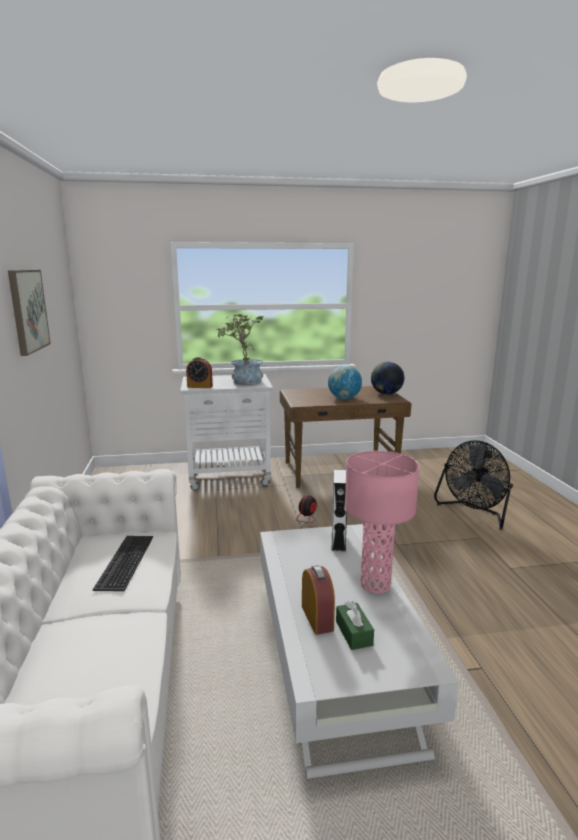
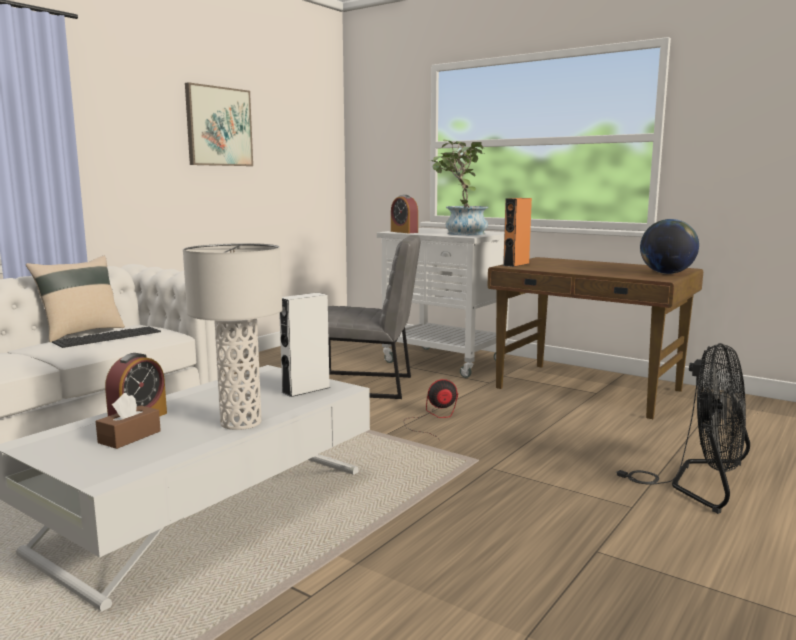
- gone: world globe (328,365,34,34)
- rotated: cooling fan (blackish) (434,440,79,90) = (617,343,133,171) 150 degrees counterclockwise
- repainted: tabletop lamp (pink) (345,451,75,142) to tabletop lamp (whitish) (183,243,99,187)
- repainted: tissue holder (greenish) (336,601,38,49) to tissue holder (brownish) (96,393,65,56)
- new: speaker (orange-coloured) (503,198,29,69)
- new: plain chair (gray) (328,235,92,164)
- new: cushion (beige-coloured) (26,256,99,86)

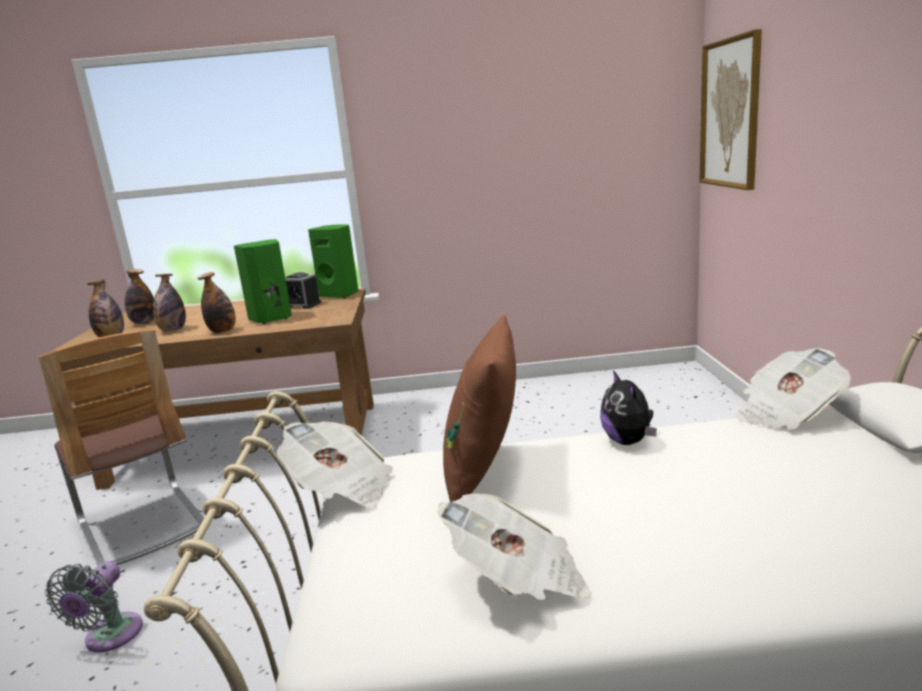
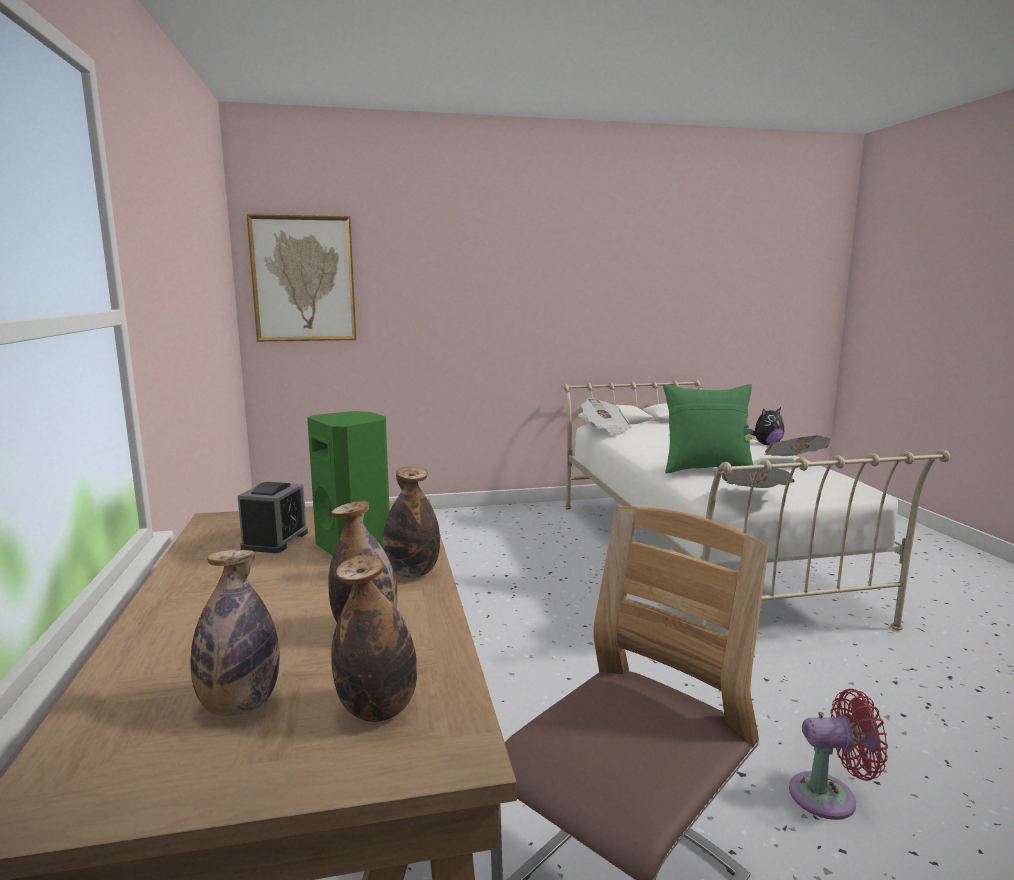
- gone: speaker (greenish) (308,224,50,74)
- repainted: cushion (brownish) (443,315,73,187) to cushion (greenish) (663,384,91,89)
- shifted: cuddly toy (600,370,57,75) to (752,407,32,38)
- repainted: cooling fan (gray) (45,561,98,92) to cooling fan (red) (789,689,99,131)

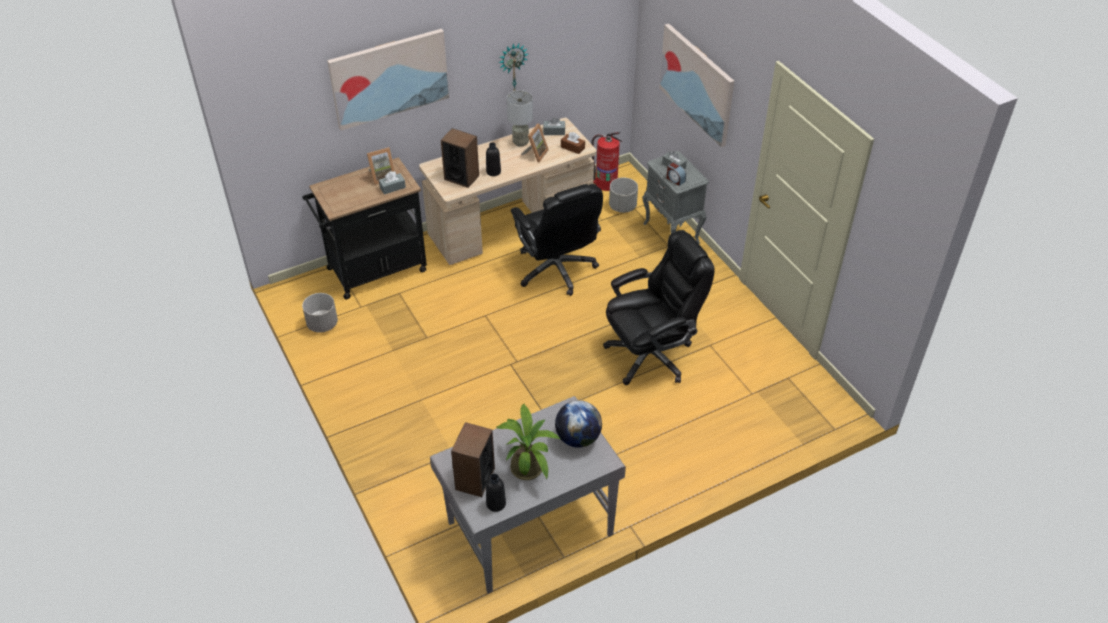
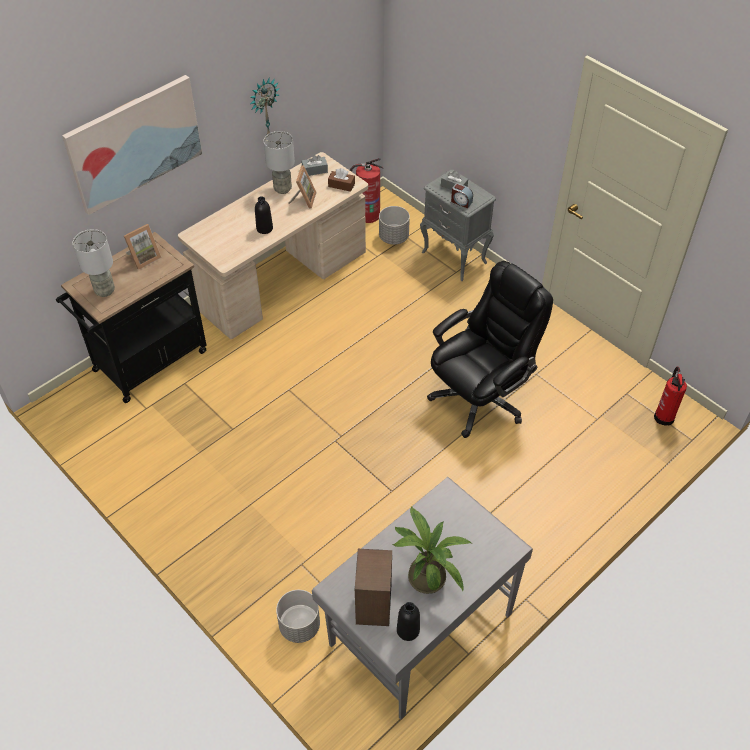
- gone: picture (659,24,75,123)
- gone: speaker (441,128,38,60)
- gone: tissue holder (gray) (379,171,27,24)
- gone: computer chair (blackish) (511,184,92,112)
- shifted: flower pot (gray) (302,293,36,40) to (276,590,44,53)
- gone: world globe (555,400,47,48)
- new: tabletop lamp (gray) (73,229,42,68)
- new: fire-fighting cylinder (654,367,33,59)

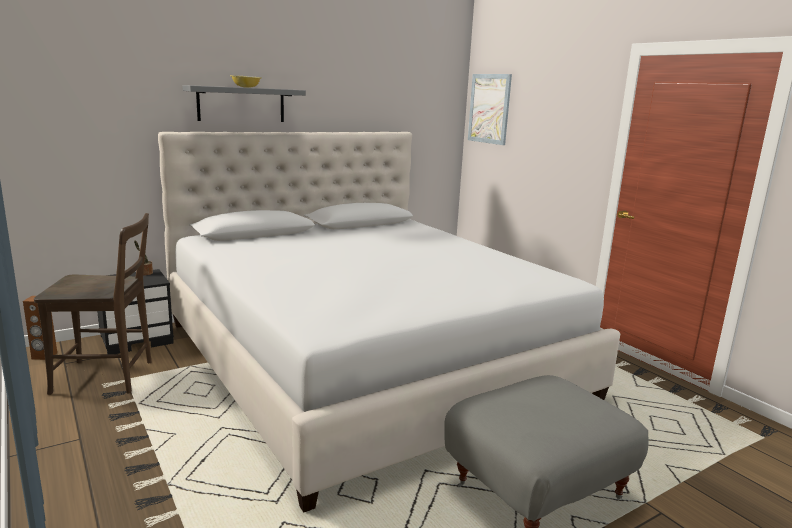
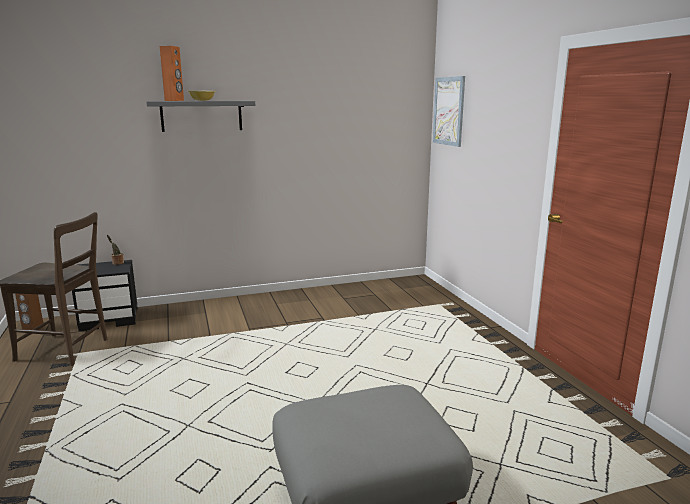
- gone: bed (whitish) (158,132,462,380)
- new: speaker (orange-coloured) (160,46,24,55)

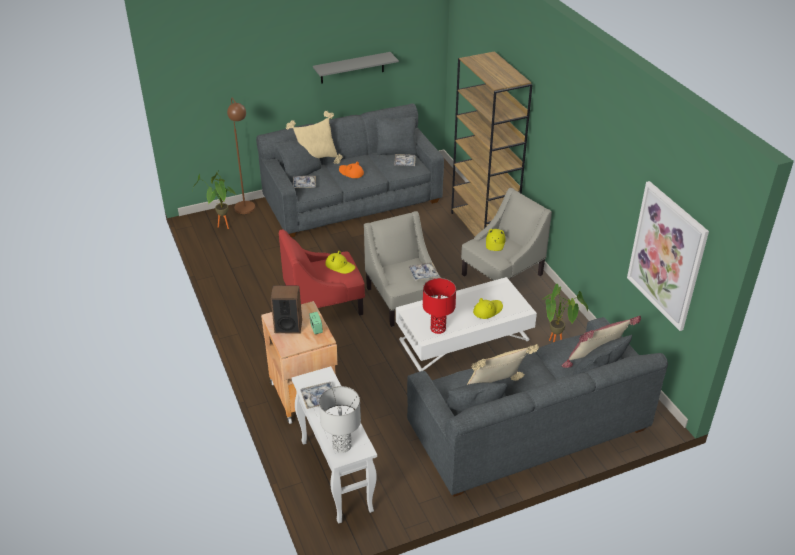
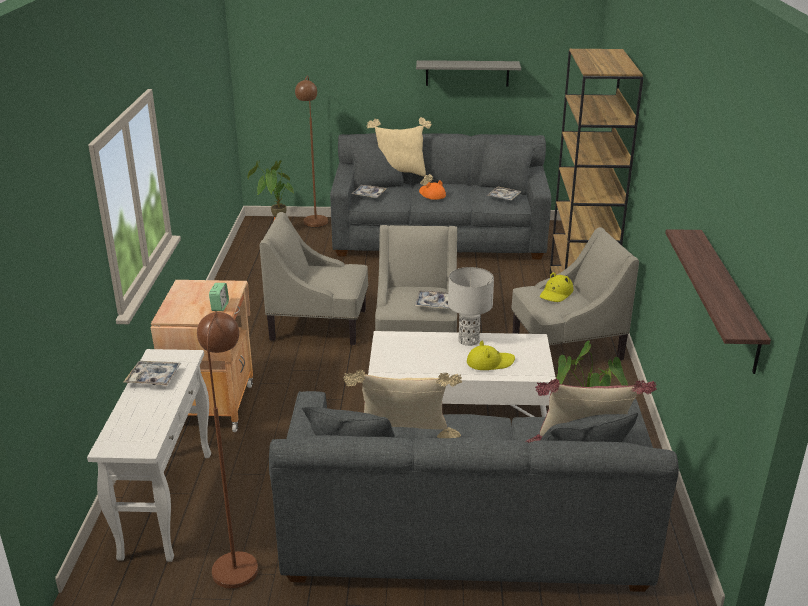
- swapped: picture (627,181,82,150) to shelf (665,229,106,145)
- repainted: armchair (red) (279,229,86,87) to armchair (gray) (260,212,109,133)
- gone: wearable hat (yellow-coloured) (325,251,30,23)
- gone: tabletop lamp (red) (423,278,33,56)
- gone: speaker (271,285,31,49)
- shifted: tabletop lamp (whitish) (319,386,42,67) to (448,267,46,79)
- new: standard lamp (brownish) (197,311,61,278)

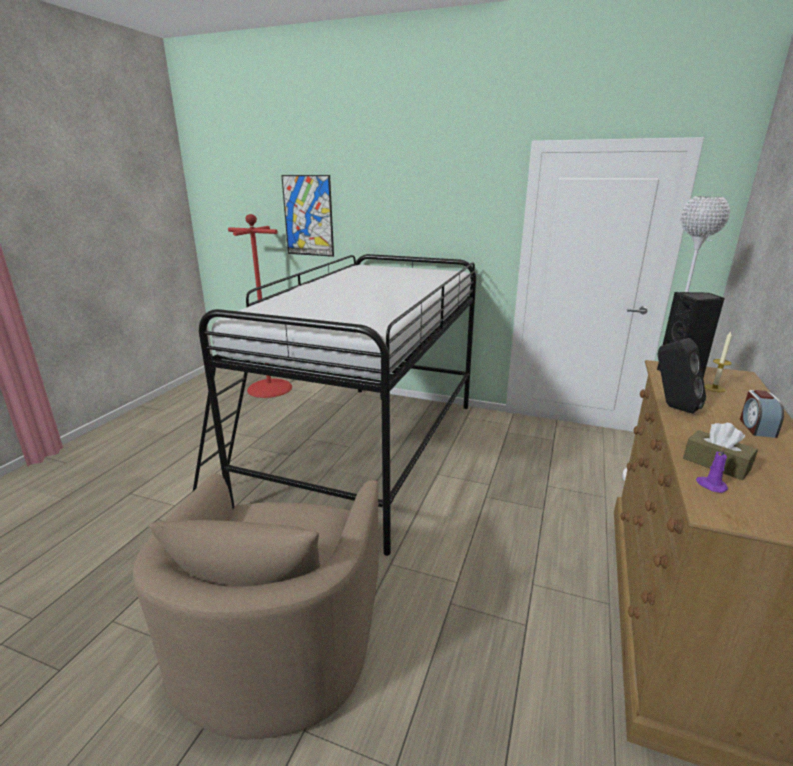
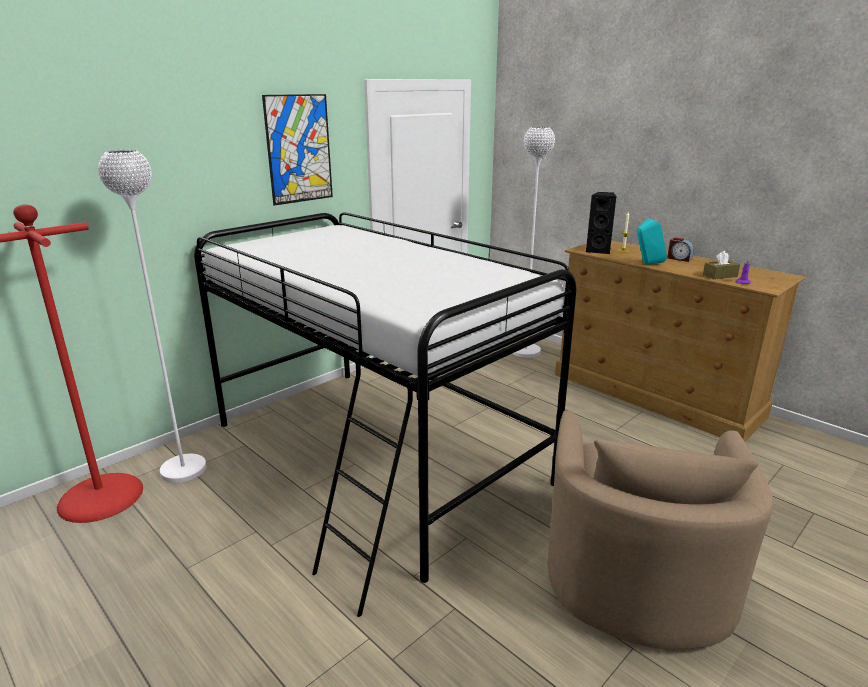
- shifted: picture (281,175,53,82) to (262,94,71,112)
- repainted: speaker (blackish) (658,338,48,76) to speaker (turquoise) (637,218,30,47)
- rotated: armchair (beige-coloured) (133,474,246,265) = (548,411,225,238) 75 degrees clockwise
- new: standard lamp (whitish) (98,150,108,333)

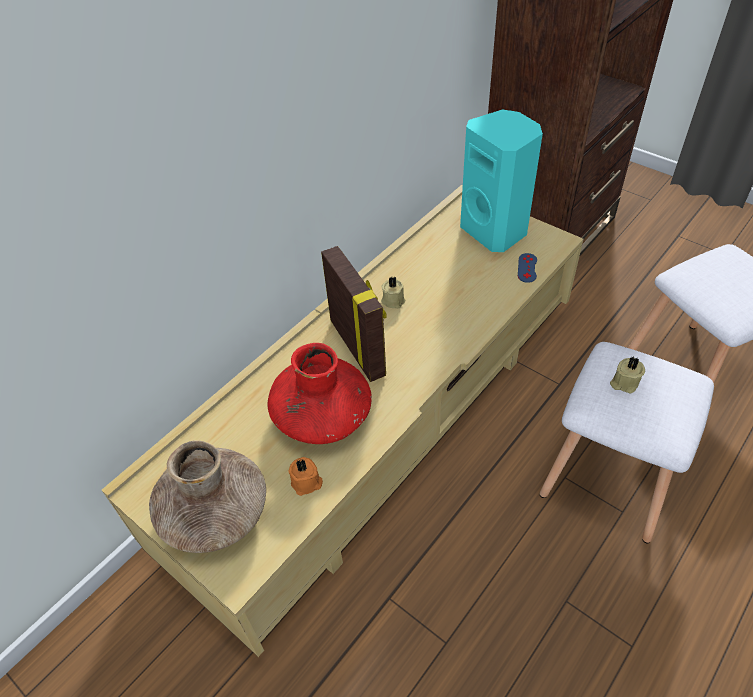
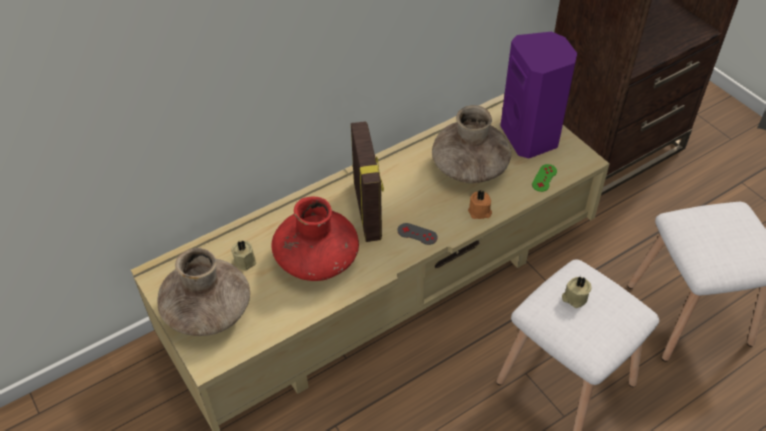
- repainted: speaker (turquoise) (460,109,83,143) to speaker (purplish) (500,31,77,128)
- repainted: game controller (blue) (518,253,19,30) to game controller (greenish) (532,164,25,28)
- shifted: wax light (beige-coloured) (381,276,24,33) to (231,240,25,31)
- shifted: wax light (orange-coloured) (288,457,35,39) to (468,190,24,29)
- new: decorative vase (brownish) (432,105,79,78)
- new: game controller (gray) (397,223,40,22)

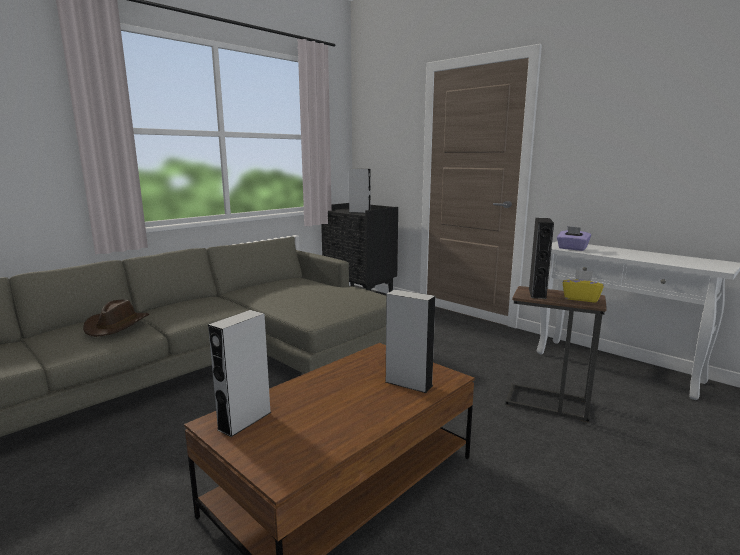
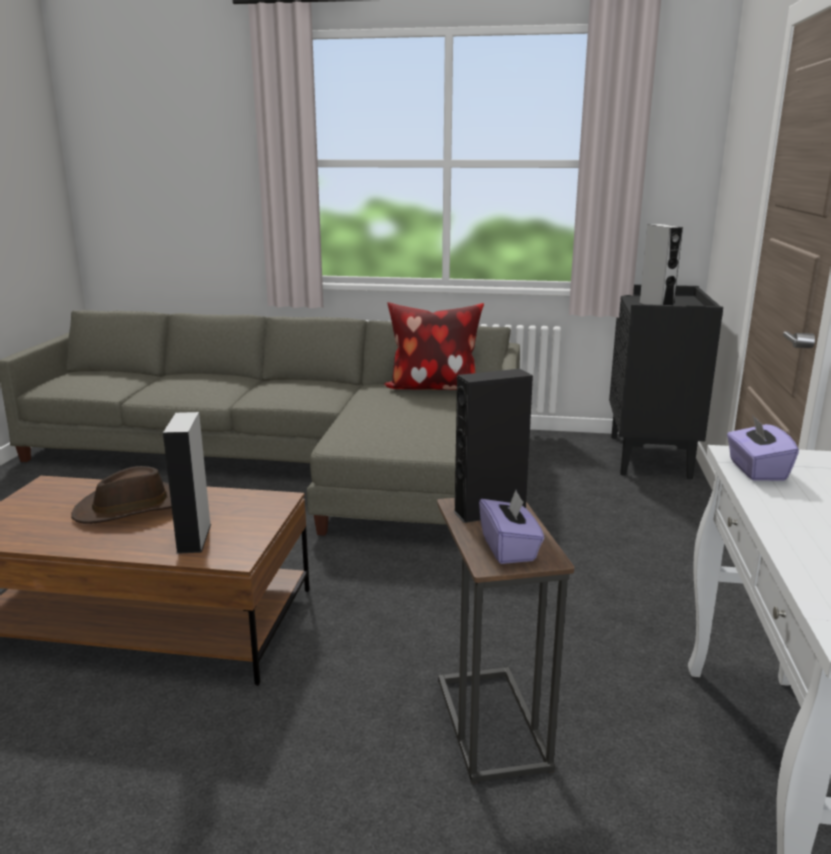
- repainted: tissue holder (yellow-coloured) (562,270,42,33) to tissue holder (purplish) (479,490,65,74)
- shifted: wearable hat (brownish) (83,300,66,37) to (71,466,101,58)
- gone: speaker (gray) (208,310,64,127)
- new: cushion (383,302,101,88)

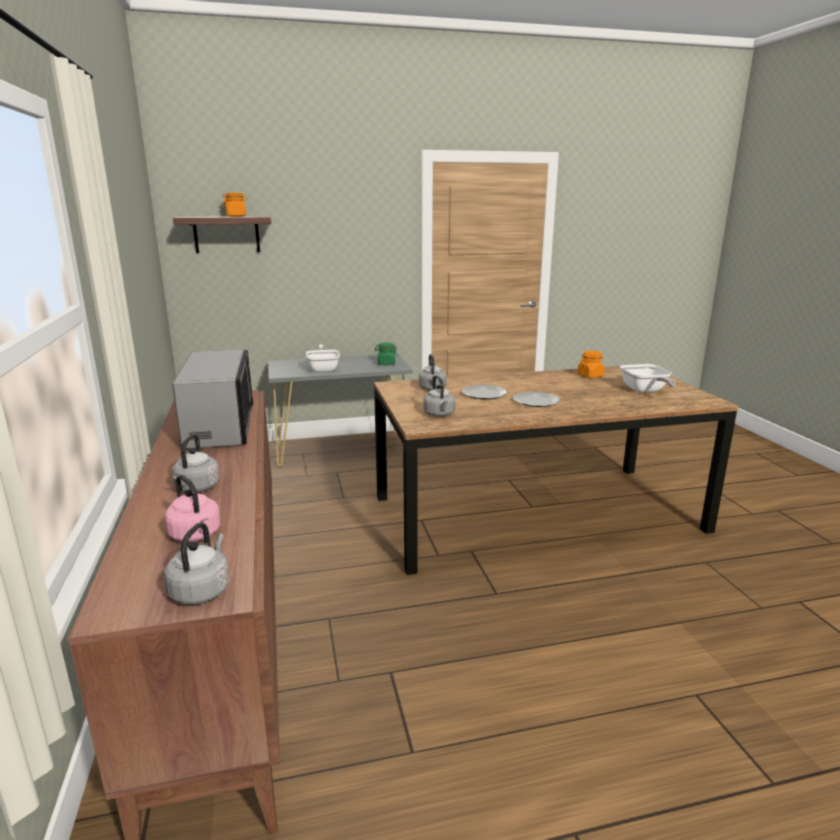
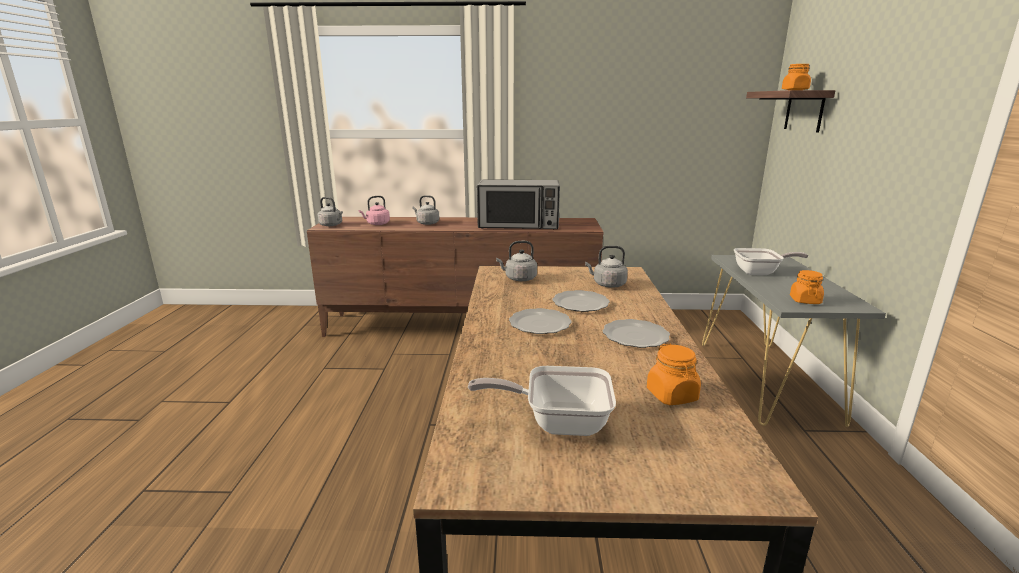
- repainted: preserve jar (greenish) (375,343,23,23) to preserve jar (orange-coloured) (790,270,34,34)
- new: plate (602,319,68,29)

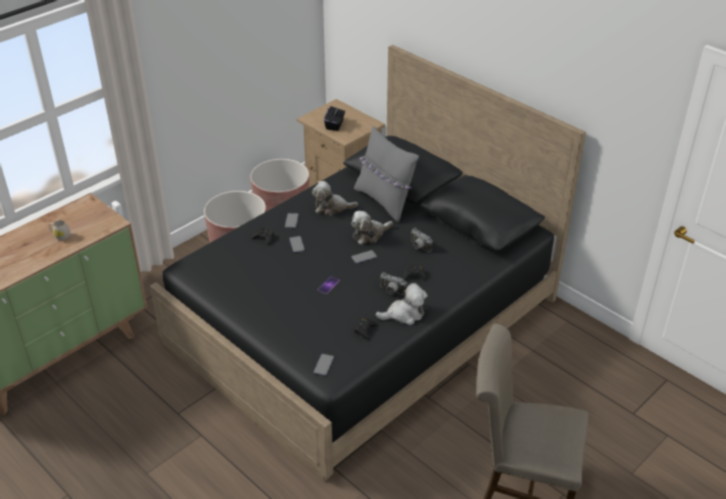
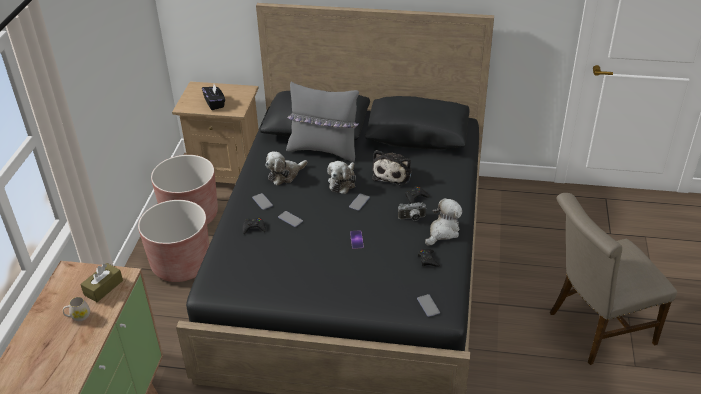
- swapped: still camera (411,228,22,24) to cuddly toy (372,150,40,36)
- new: tissue holder (brownish) (80,263,43,39)

